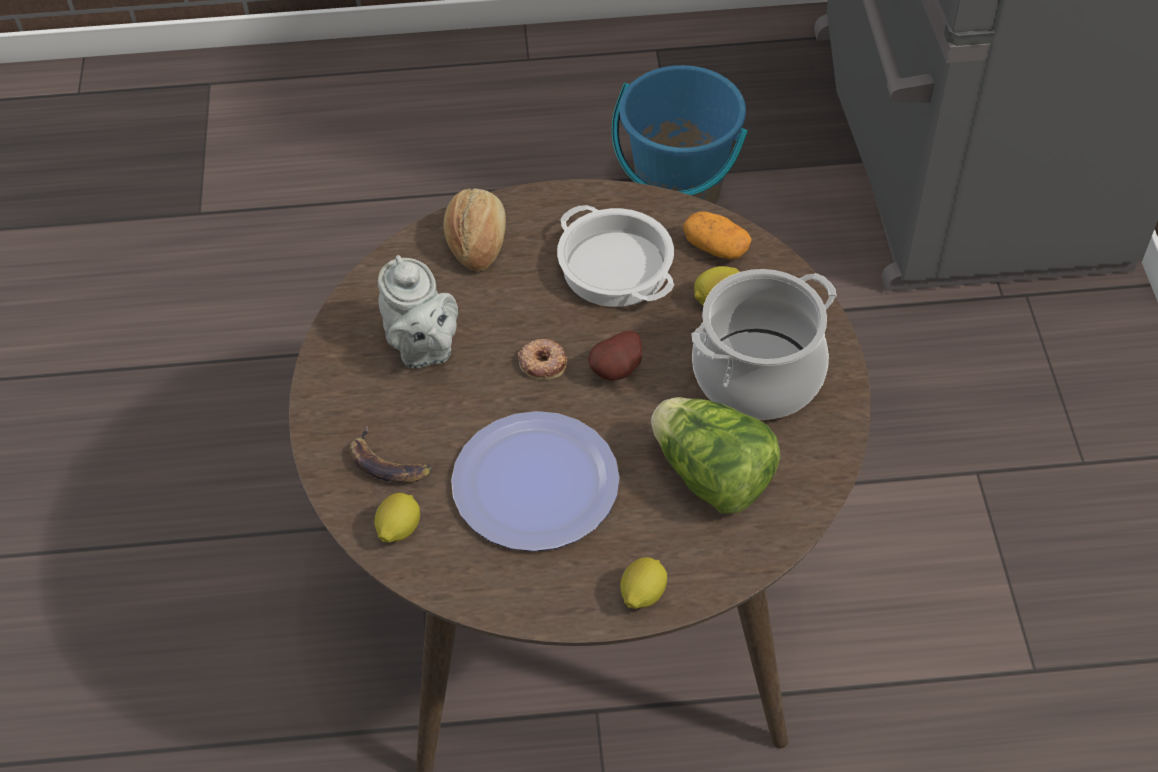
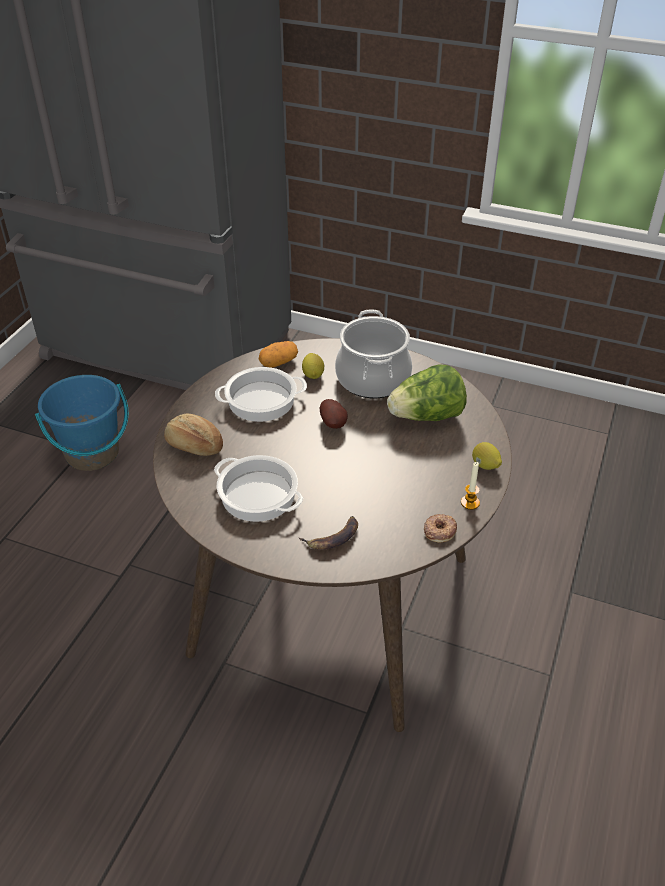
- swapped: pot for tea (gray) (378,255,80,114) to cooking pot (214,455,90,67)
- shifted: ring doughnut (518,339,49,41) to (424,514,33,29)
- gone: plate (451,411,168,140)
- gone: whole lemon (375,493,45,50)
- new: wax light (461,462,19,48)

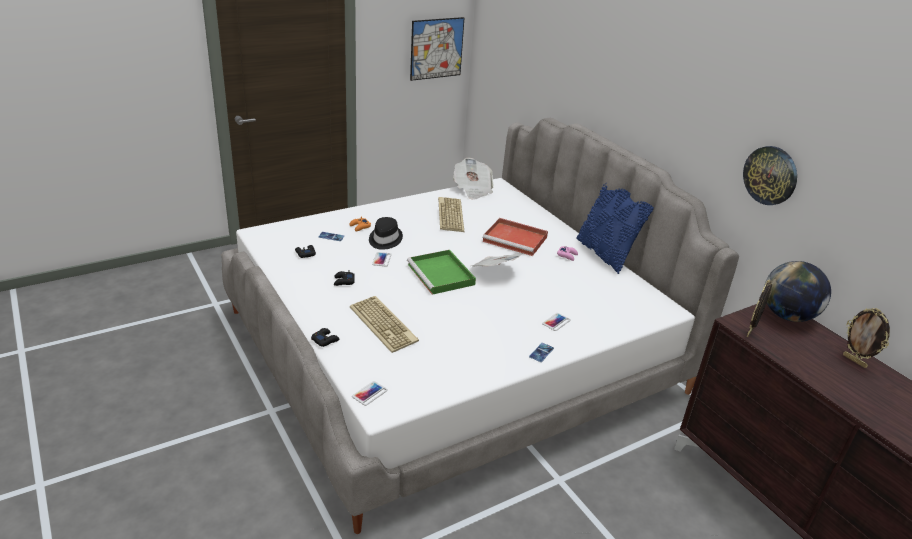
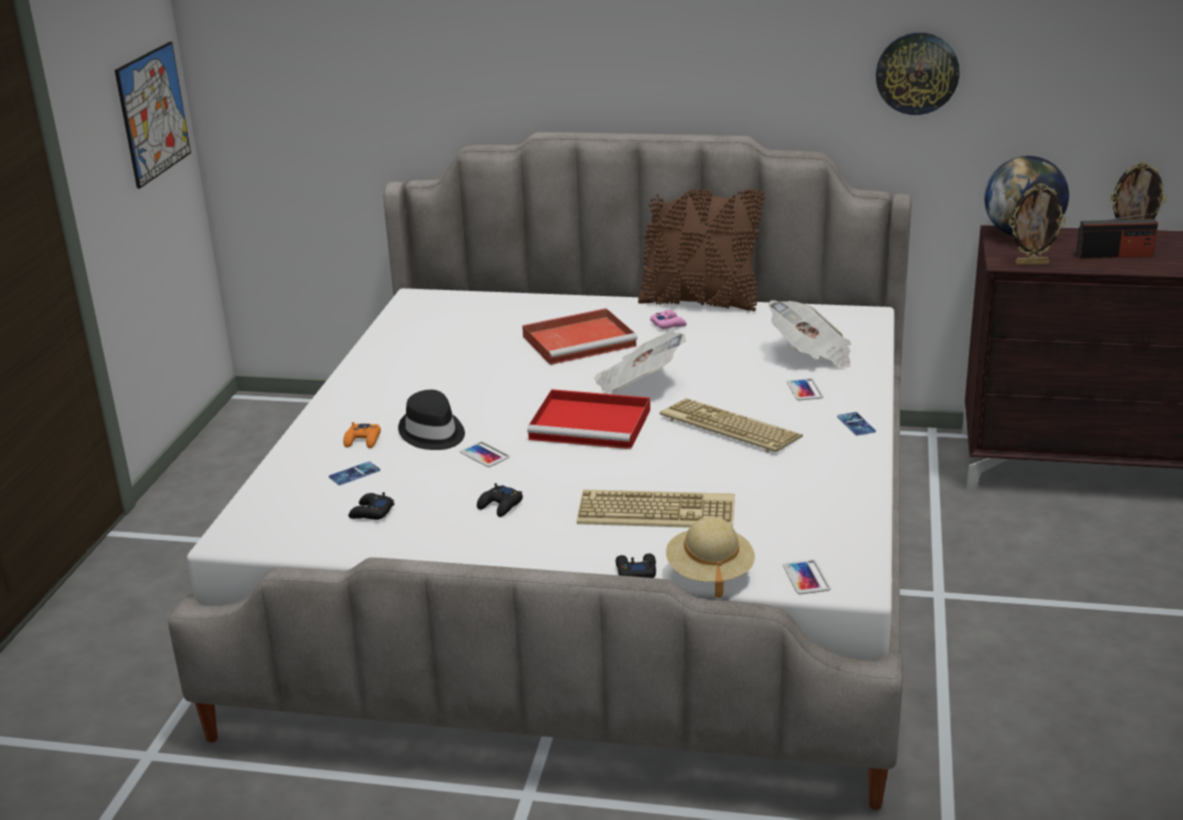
- shifted: printed paper (453,158,40,42) to (768,300,83,68)
- repainted: cushion (blue) (576,184,78,90) to cushion (brownish) (638,189,127,122)
- shifted: computer keyboard (438,197,26,35) to (660,398,143,55)
- repainted: tray (greenish) (407,250,69,45) to tray (red) (527,389,123,60)
- rotated: photo frame (747,279,25,58) = (1009,183,57,82) 75 degrees counterclockwise
- new: radio receiver (1076,213,82,46)
- new: wearable hat (beige-coloured) (666,517,89,81)

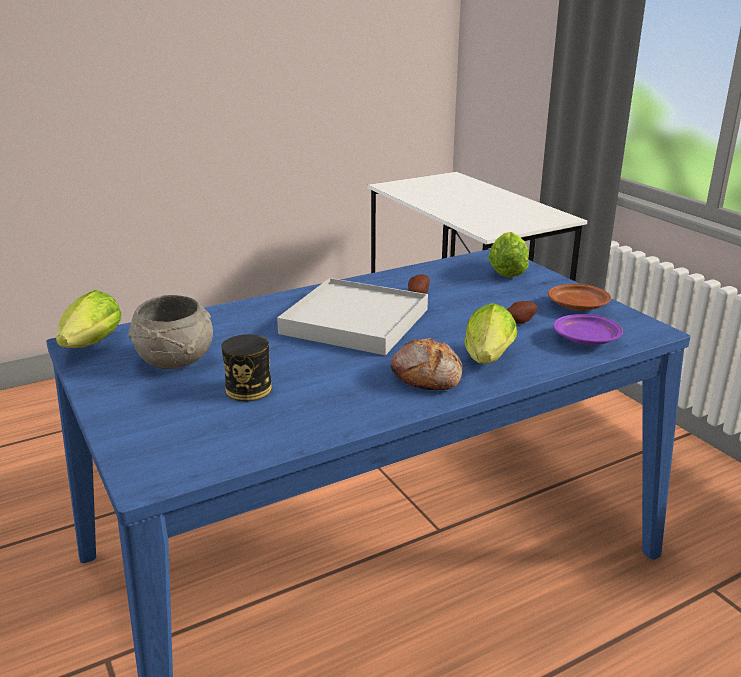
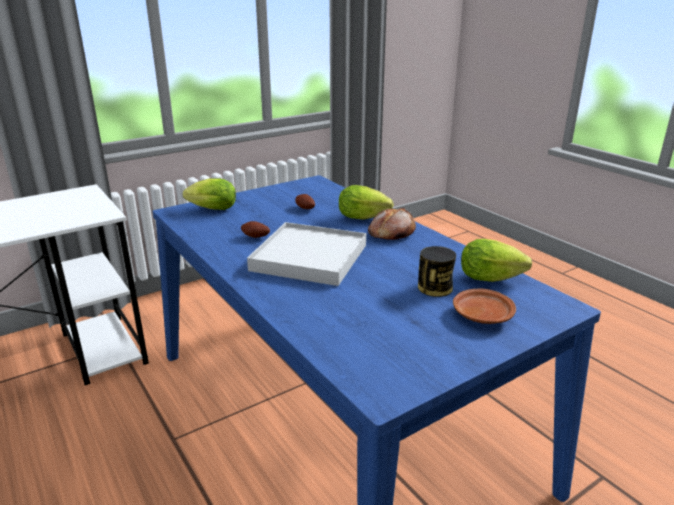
- shifted: plate (brownish) (548,284,63,27) to (453,289,63,35)
- shifted: lettuce (56,290,66,58) to (461,239,71,43)
- gone: bowl (gray) (128,295,85,74)
- gone: plate (purplish) (553,314,70,31)

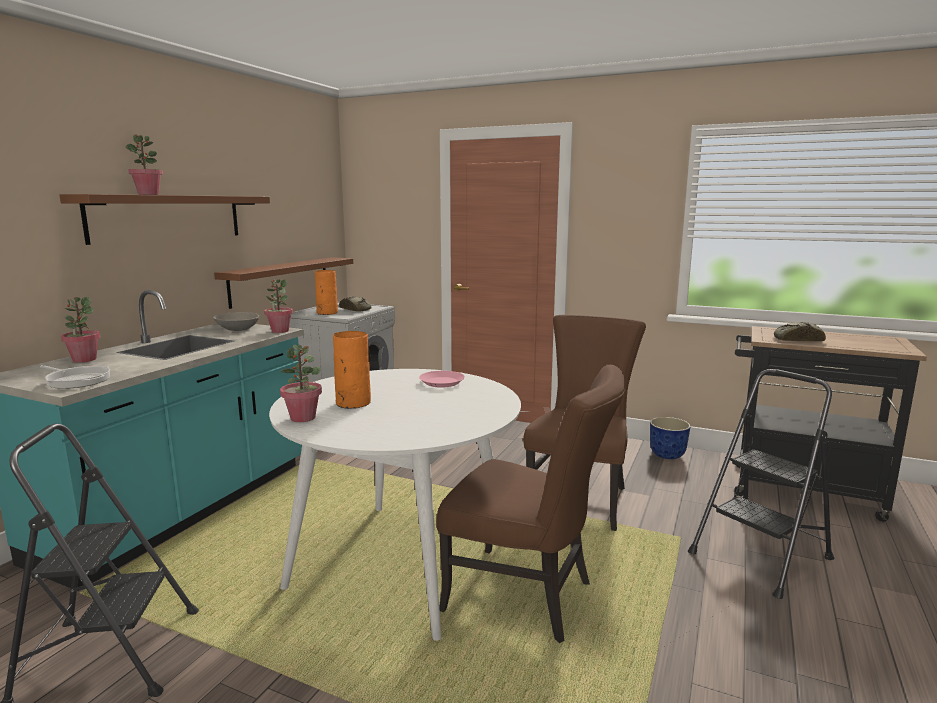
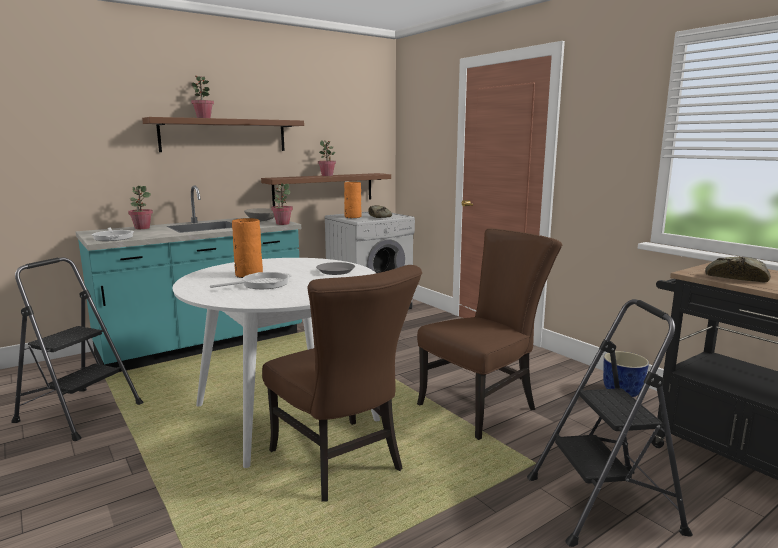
- shifted: potted plant (280,345,42,77) to (318,140,18,36)
- repainted: plate (pink) (419,371,46,17) to plate (gray) (316,262,39,13)
- new: frying pan (210,272,82,17)

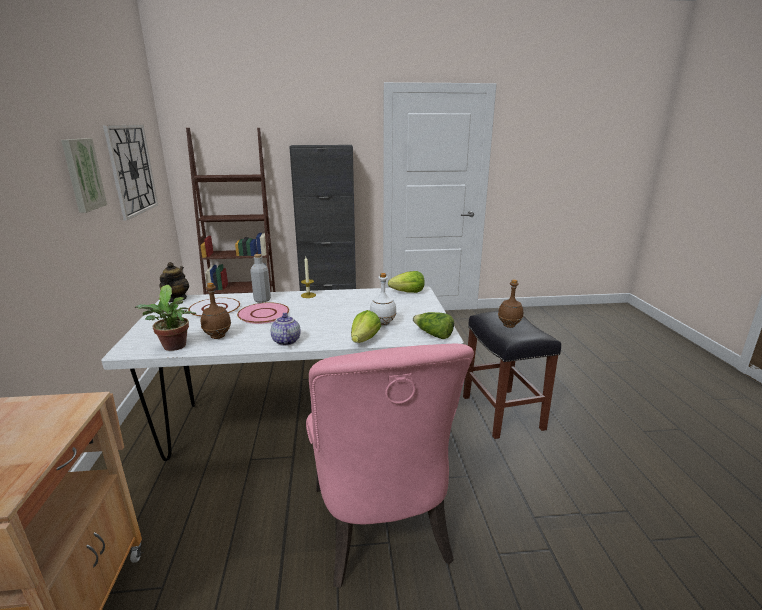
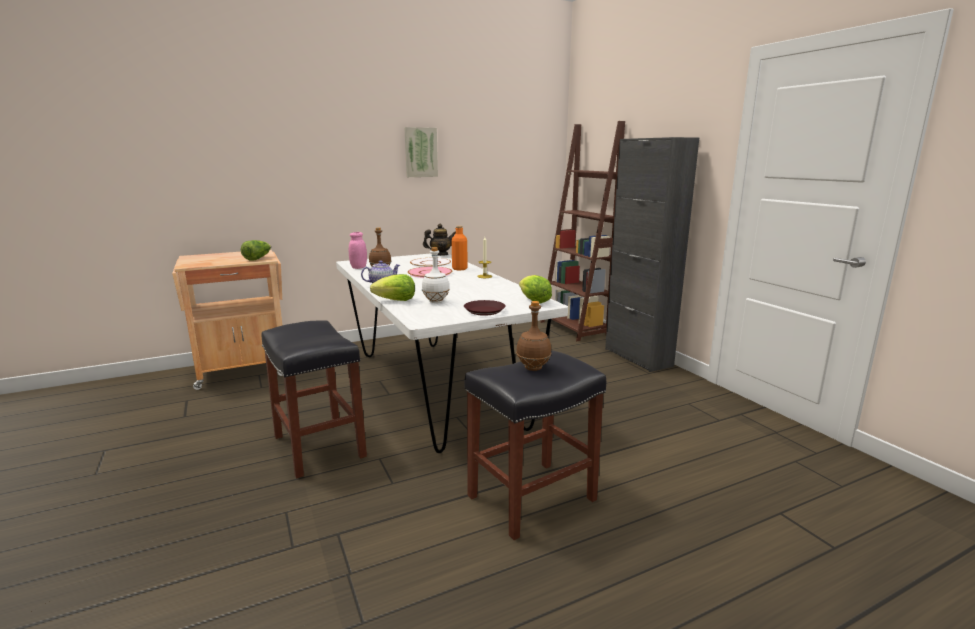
- gone: hanging clock (103,125,55,96)
- repainted: beverage bottle (gray) (250,254,21,49) to beverage bottle (orange-coloured) (452,226,16,44)
- swapped: potted plant (135,285,62,66) to preserve jar (pink) (349,232,18,37)
- shifted: lettuce (413,312,41,27) to (241,240,30,21)
- swapped: plain chair (pink) (306,344,168,244) to sitting stool (blackish) (262,321,105,157)
- new: plate (brownish) (464,300,42,16)

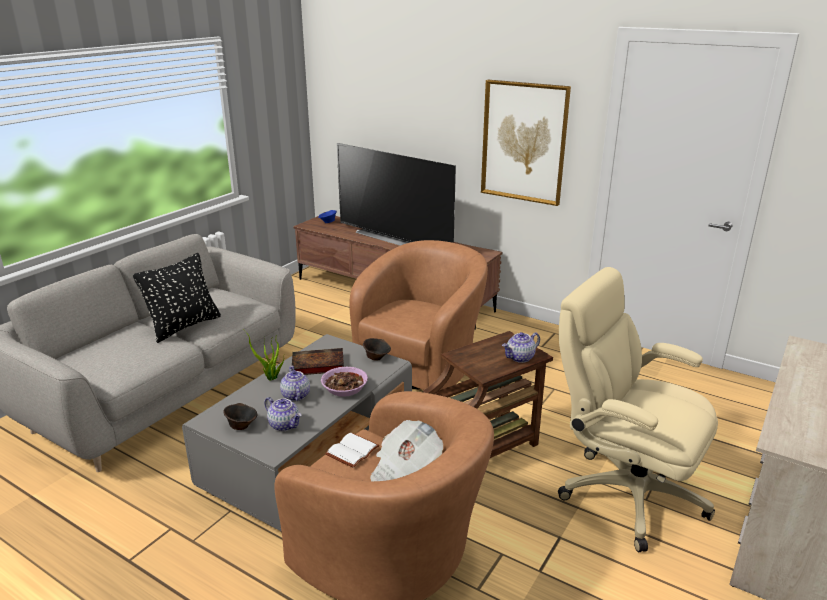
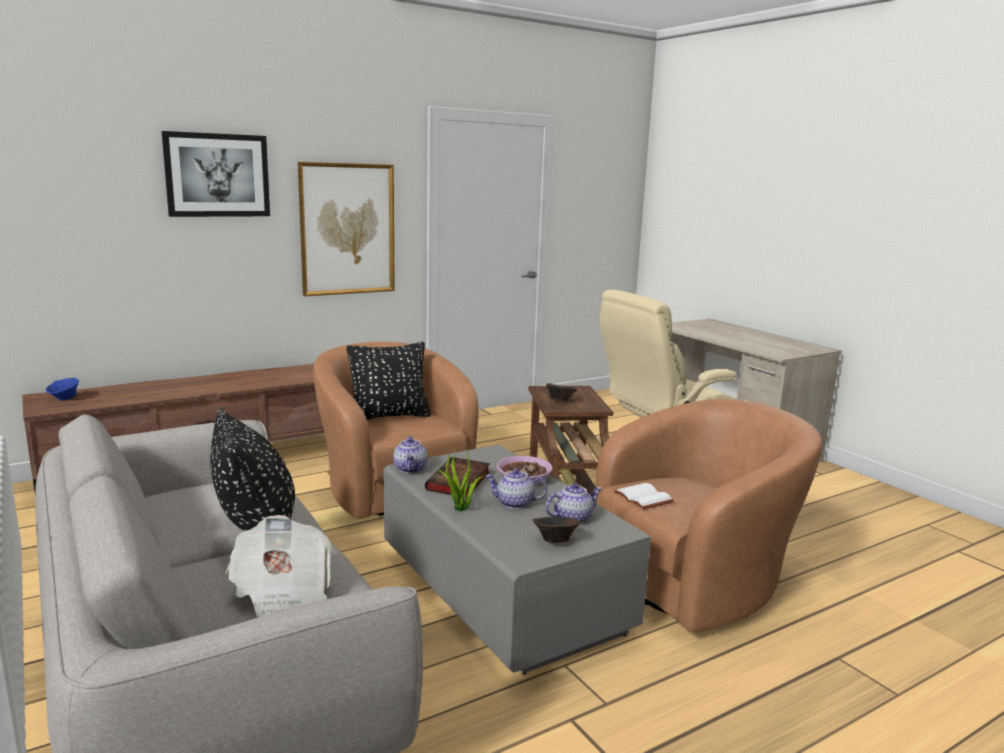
- gone: TV (337,143,119,102)
- shifted: pot for tea (502,332,38,31) to (393,436,35,37)
- shifted: bowl (brownish) (363,338,28,23) to (546,383,31,18)
- shifted: printed paper (370,420,73,61) to (226,515,105,103)
- new: picture (162,131,108,86)
- new: cushion (blackish) (347,342,84,78)

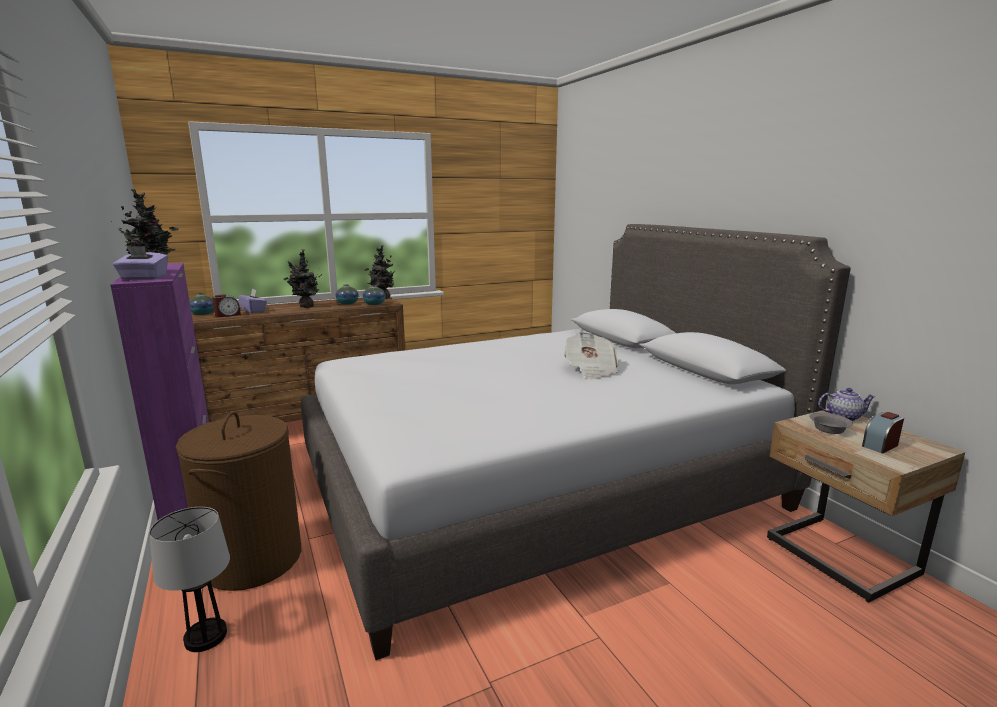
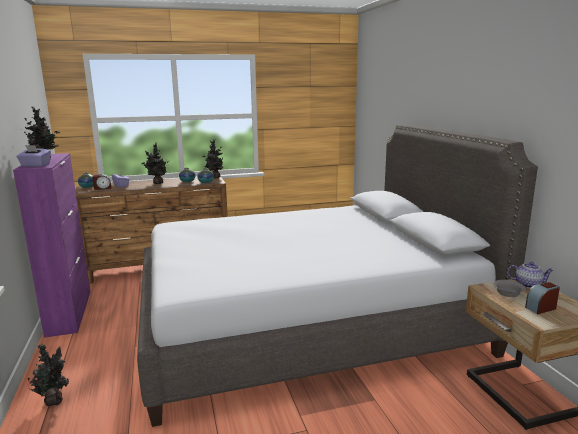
- gone: printed paper (564,331,55,49)
- gone: hamper (brownish) (176,412,125,179)
- swapped: tabletop lamp (149,507,81,145) to potted plant (28,344,41,62)

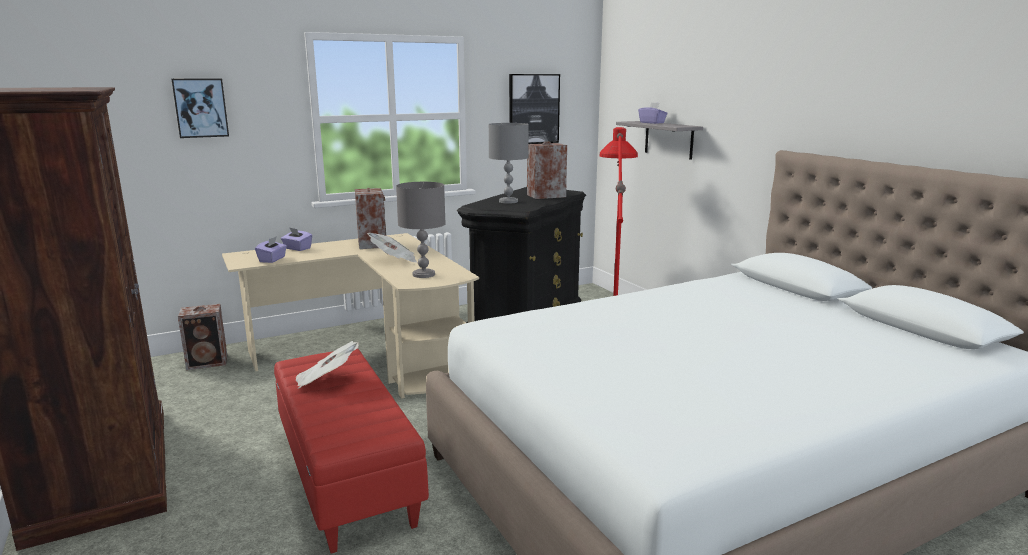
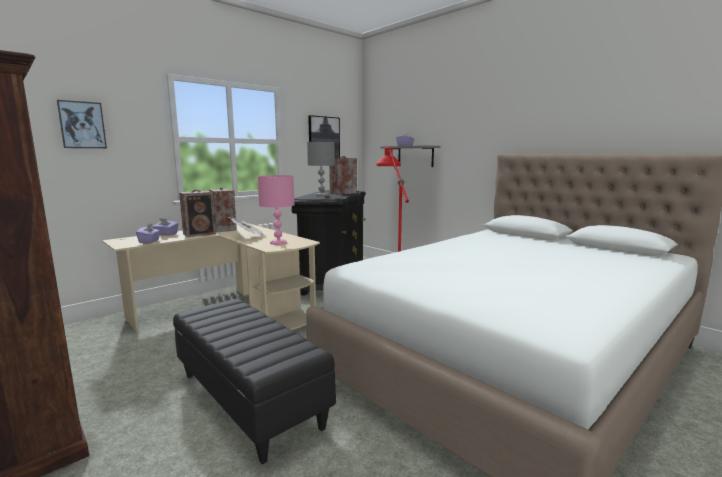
- repainted: tabletop lamp (gray) (396,182,50,96) to tabletop lamp (pink) (258,175,36,70)
- shifted: speaker (178,304,49,66) to (179,190,37,47)
- gone: printed paper (296,341,63,48)
- repainted: pouffe (red) (274,349,155,205) to pouffe (blackish) (173,299,163,166)

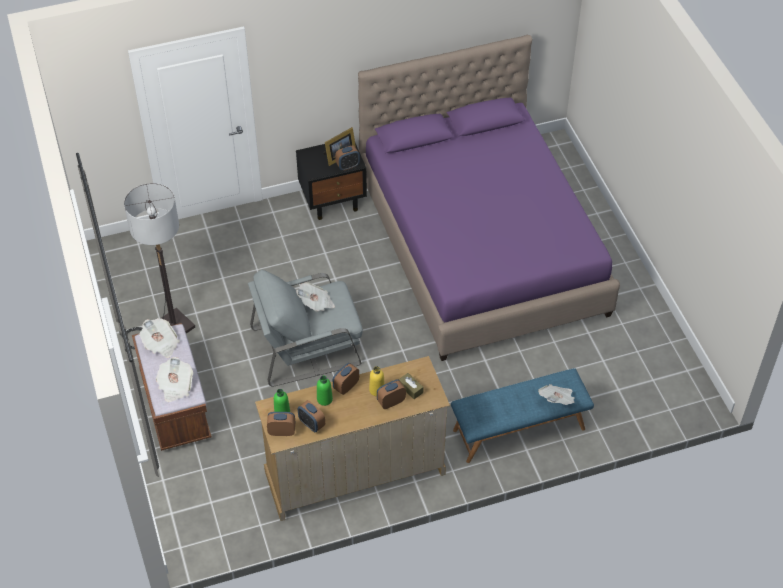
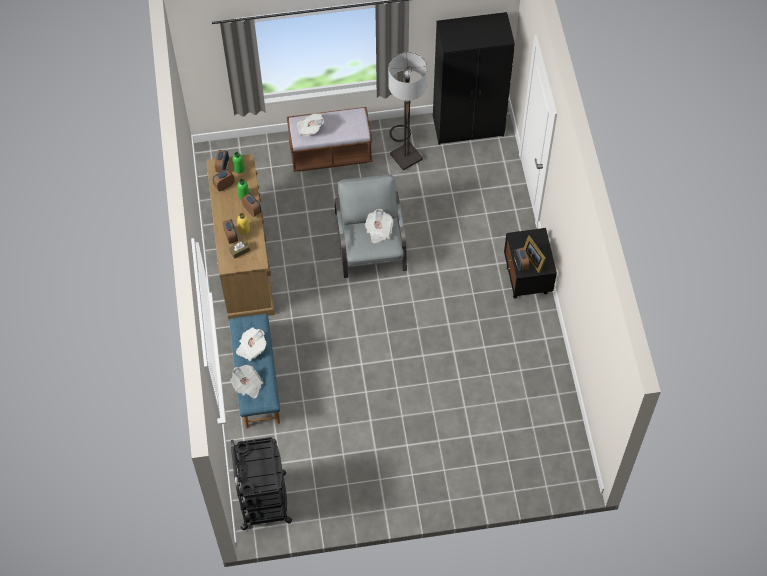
- gone: bed (purplish) (358,35,262,326)
- shifted: printed paper (139,318,41,40) to (236,328,30,33)
- new: armoire (blackish) (433,12,82,133)
- new: wheeled cart (blackish) (231,437,61,94)

